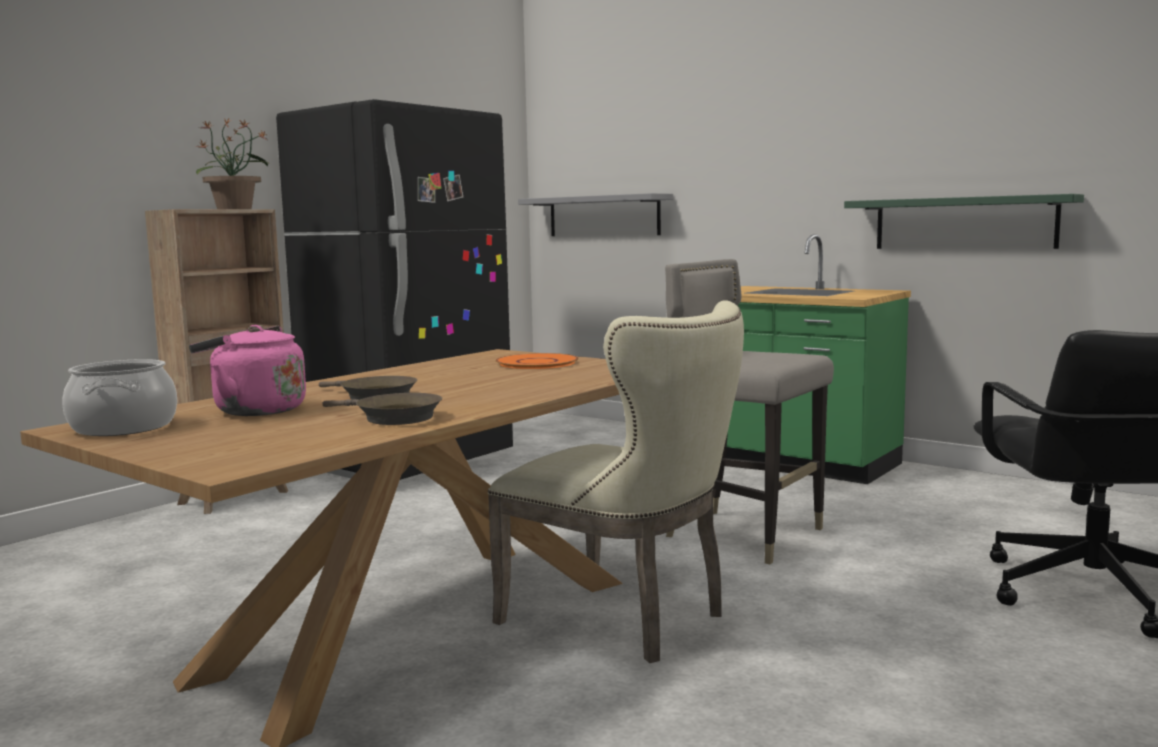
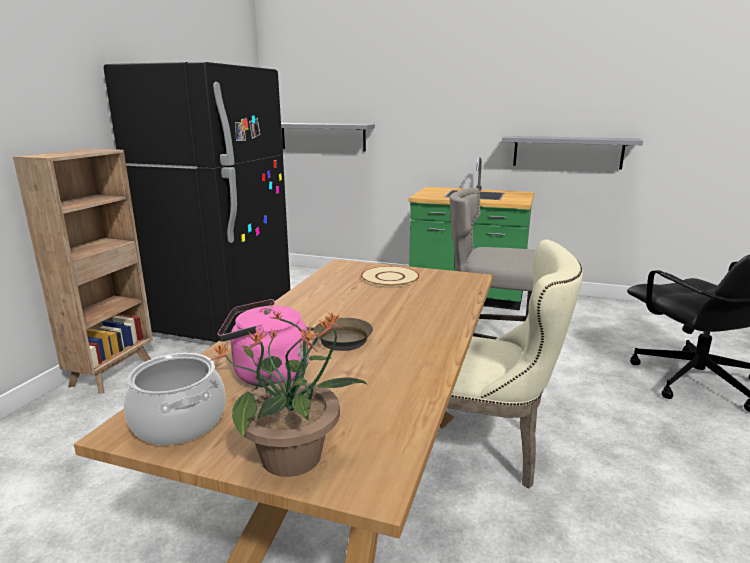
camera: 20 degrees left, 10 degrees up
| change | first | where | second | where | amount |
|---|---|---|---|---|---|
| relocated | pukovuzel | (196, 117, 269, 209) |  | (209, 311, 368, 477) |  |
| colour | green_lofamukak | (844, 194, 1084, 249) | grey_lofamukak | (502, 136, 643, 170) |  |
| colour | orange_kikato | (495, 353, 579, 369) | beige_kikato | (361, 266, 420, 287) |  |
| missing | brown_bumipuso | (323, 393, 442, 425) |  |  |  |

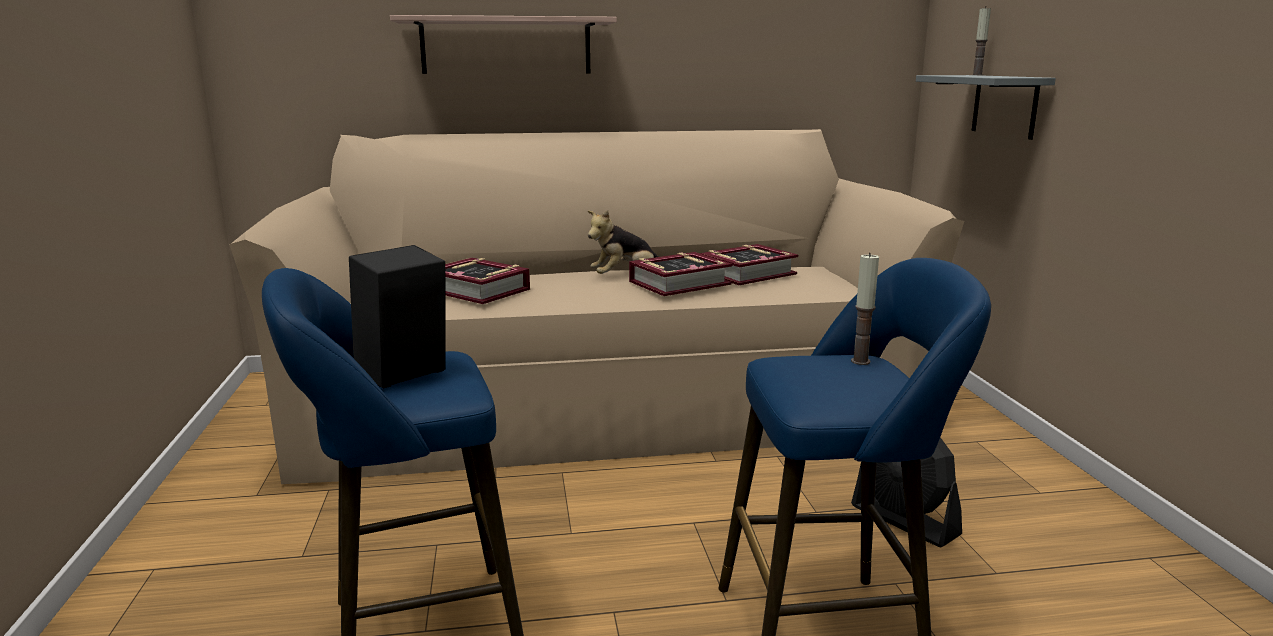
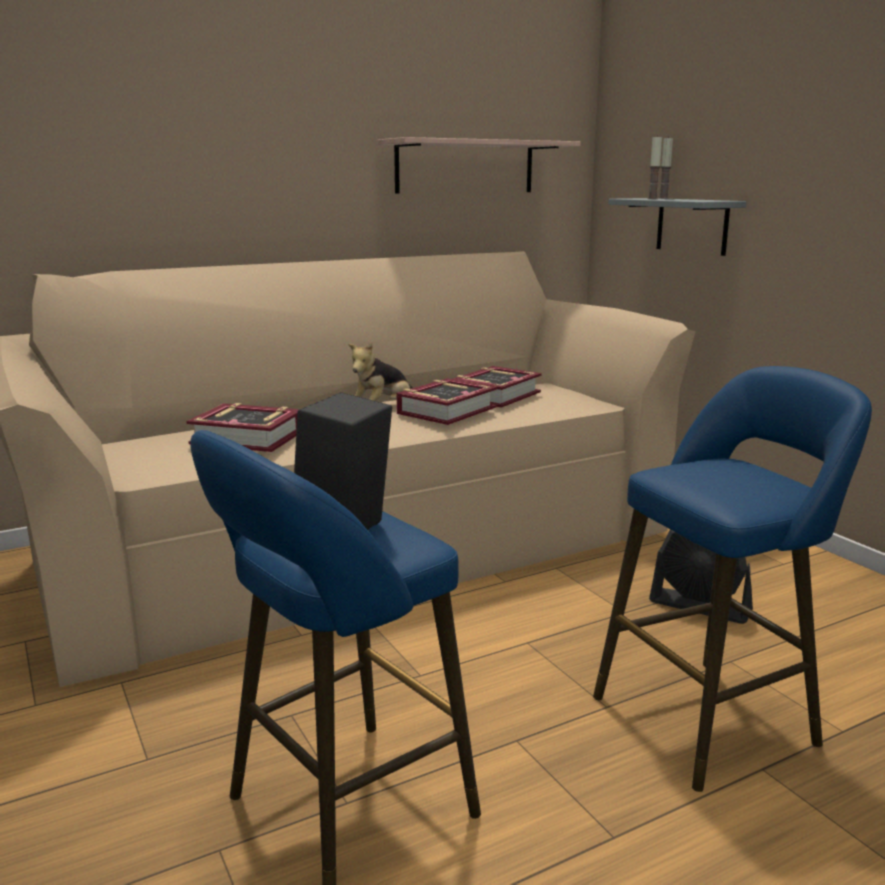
camera: 20 degrees left, 0 degrees up
| change | first | where | second | where | amount |
|---|---|---|---|---|---|
| relocated | lofamukak | (390, 15, 617, 74) |  | (377, 137, 581, 194) |  |
| relocated | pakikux | (851, 253, 879, 365) |  | (648, 135, 662, 199) |  |

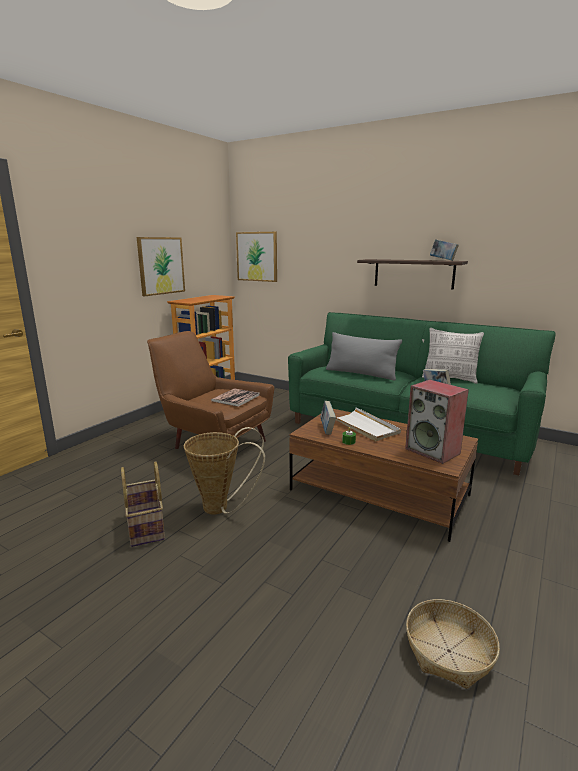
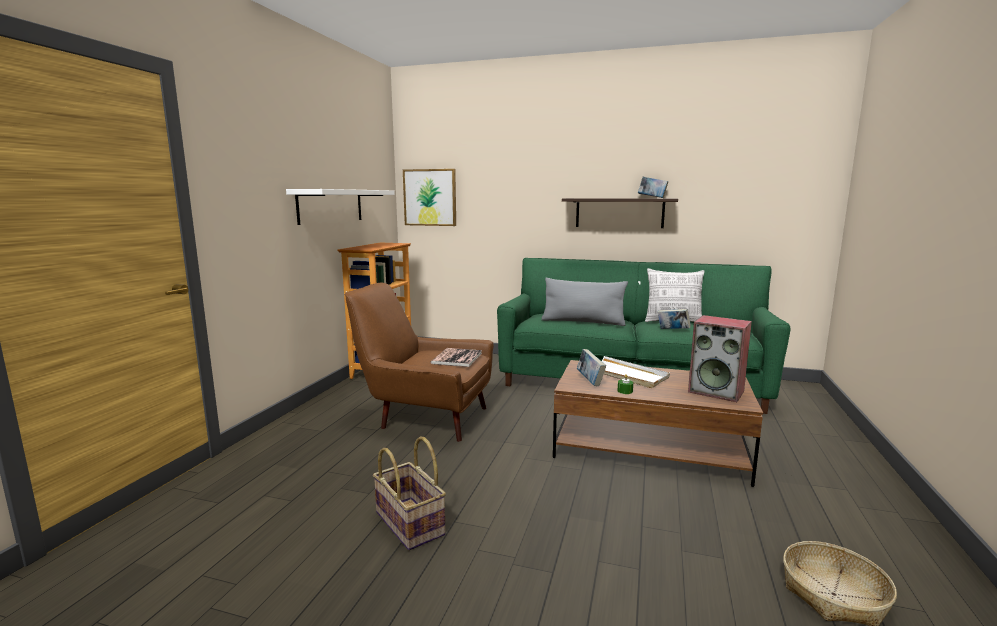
camera: 15 degrees left, 5 degrees down
| change | first | where | second | where | amount |
|---|---|---|---|---|---|
| exchanged | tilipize | (137, 237, 185, 296) | white_lofamukak | (286, 189, 395, 225) |  |
| missing | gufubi | (184, 427, 265, 515) |  |  |  |

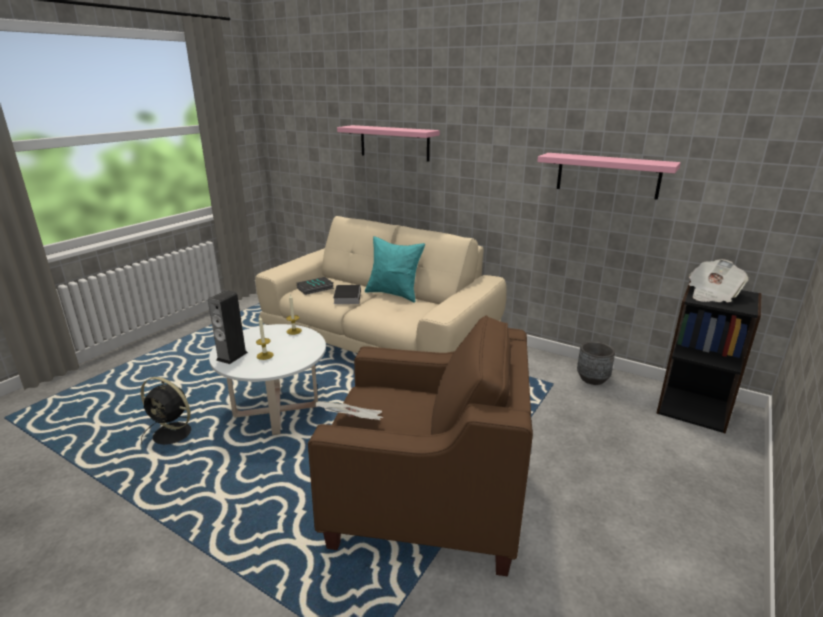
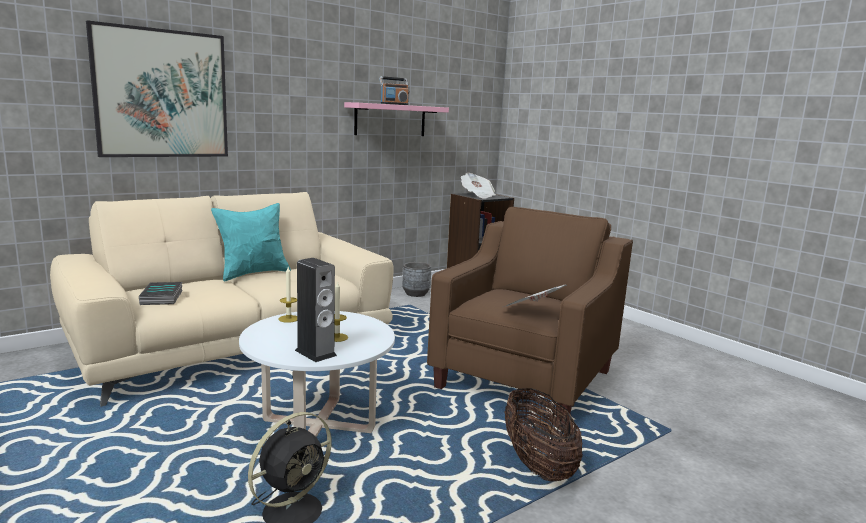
camera: 70 degrees left, 10 degrees down
| change | first | where | second | where | amount |
|---|---|---|---|---|---|
| exchanged | pink_lofamukak | (337, 125, 440, 162) | tilipize | (86, 20, 228, 157) |  |
| missing | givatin | (333, 285, 361, 304) |  |  |  |
| appeared |  |  | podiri | (379, 76, 409, 105) |  |
| appeared |  |  | gufubi | (504, 388, 583, 481) |  |

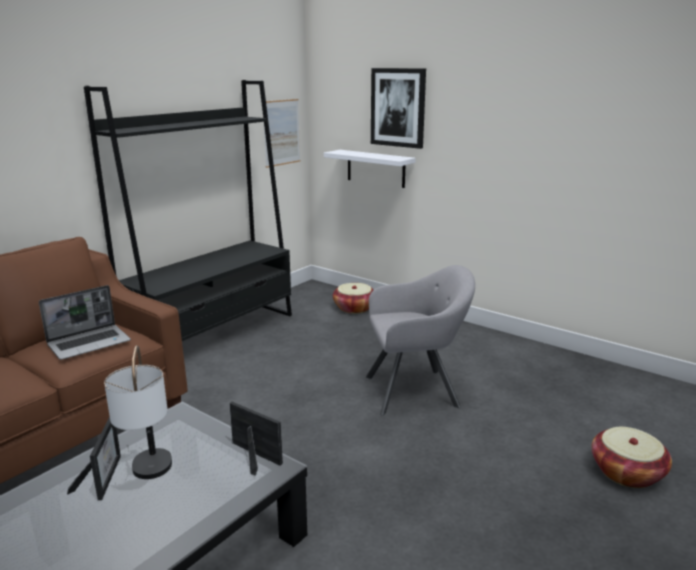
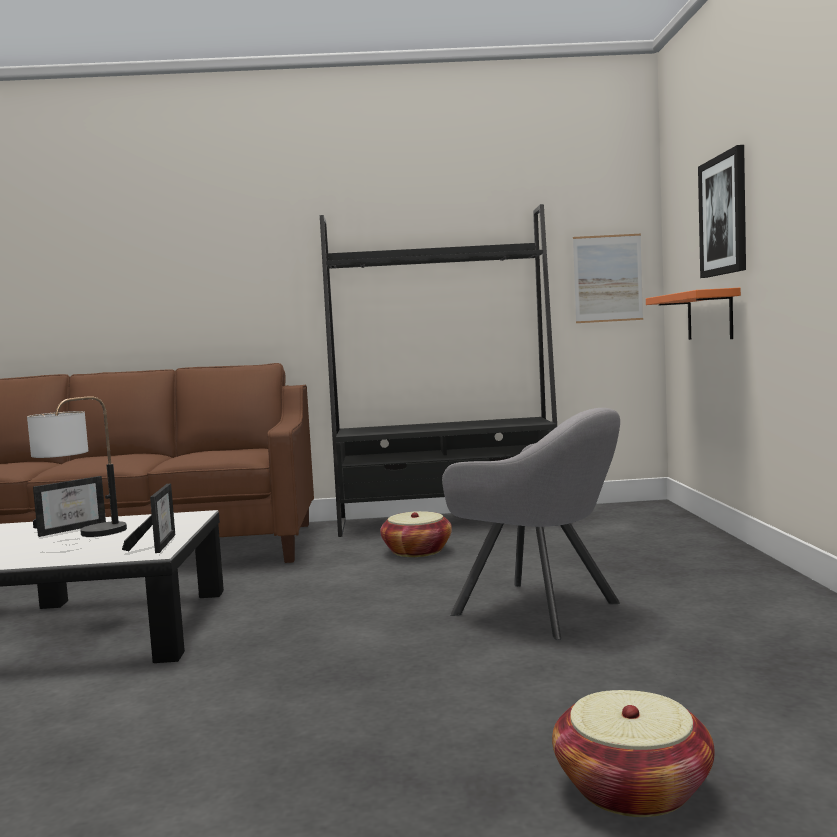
camera: 50 degrees right, 15 degrees down
| change | first | where | second | where | amount |
|---|---|---|---|---|---|
| colour | white_lofamukak | (324, 150, 416, 188) | orange_lofamukak | (646, 288, 741, 340) |  |
| relocated | gufubi | (333, 283, 374, 314) |  | (380, 511, 452, 557) |  |
| missing | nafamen | (39, 285, 131, 360) |  |  |  |

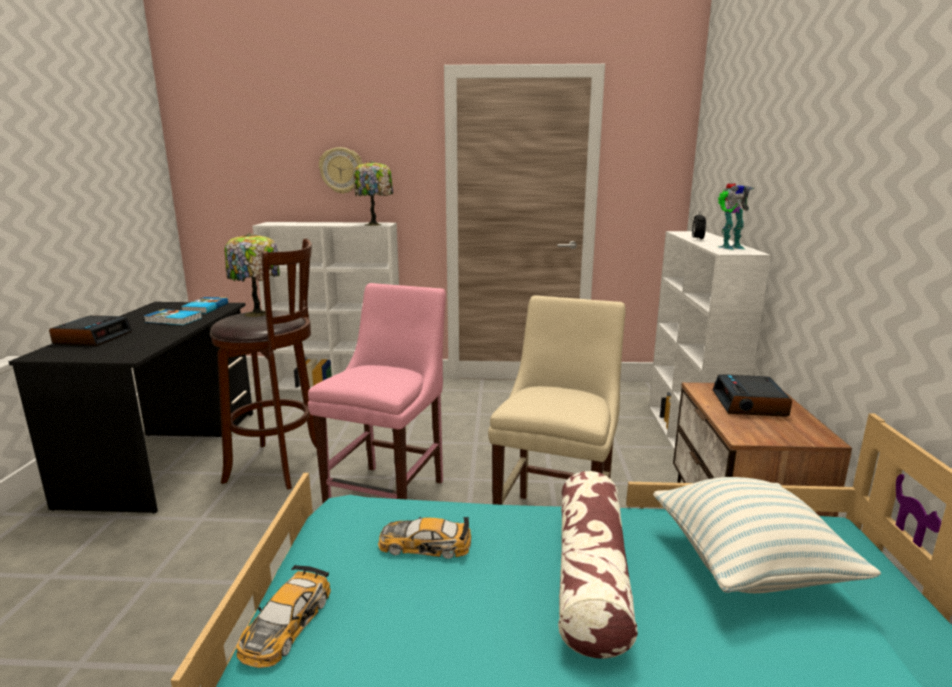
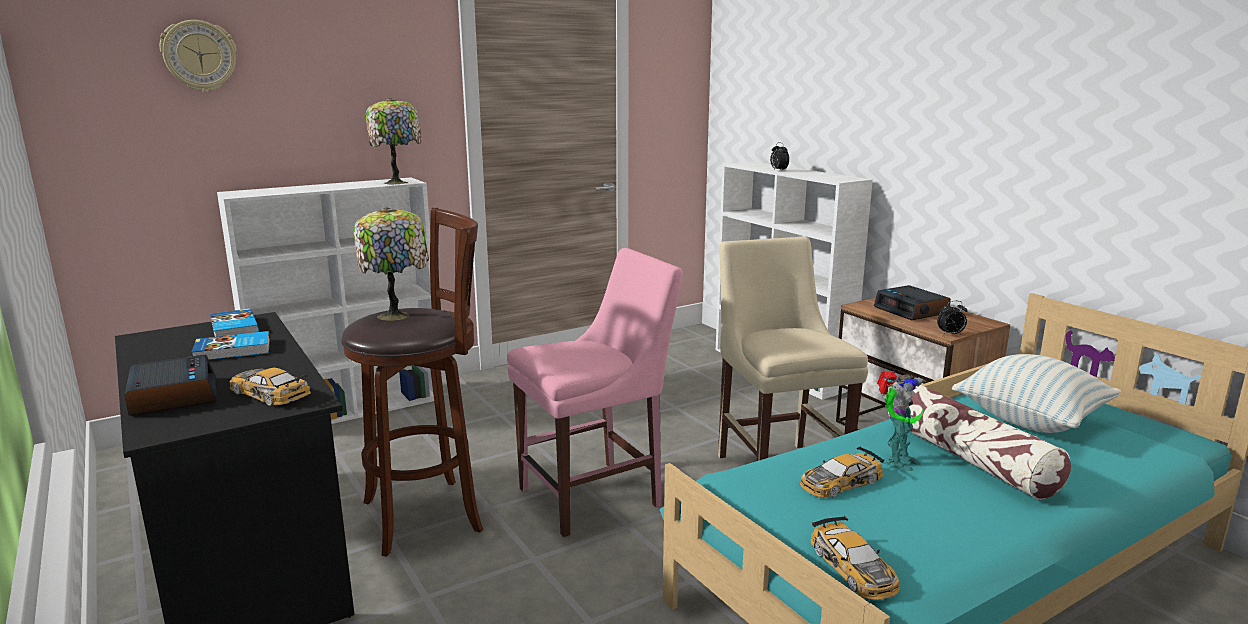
camera: 35 degrees left, 0 degrees up
| change | first | where | second | where | amount |
|---|---|---|---|---|---|
| relocated | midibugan | (319, 147, 363, 194) |  | (160, 20, 237, 92) |  |
| relocated | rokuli | (718, 183, 754, 250) |  | (877, 371, 924, 471) |  |
| spun | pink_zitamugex | (308, 283, 446, 503) |  | (507, 248, 683, 537) | 75 degrees clockwise |
| appeared |  |  | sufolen | (937, 301, 968, 335) |  |
| appeared |  |  | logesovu | (230, 368, 311, 406) |  |

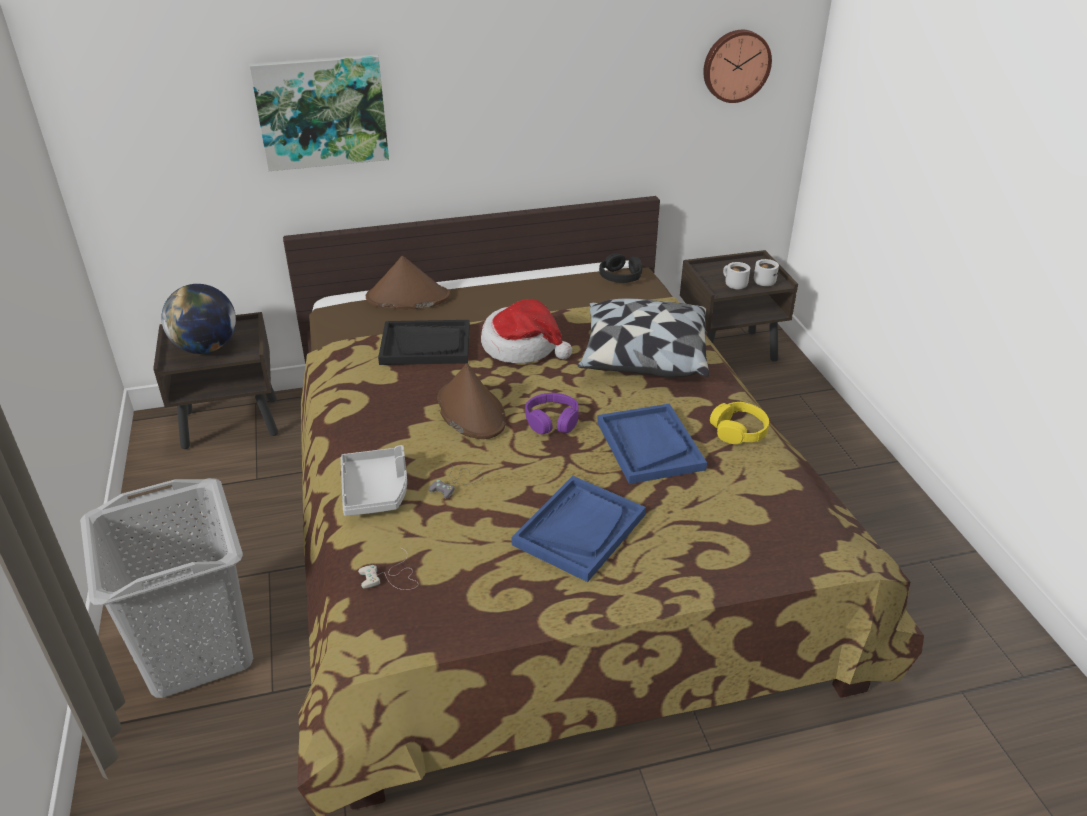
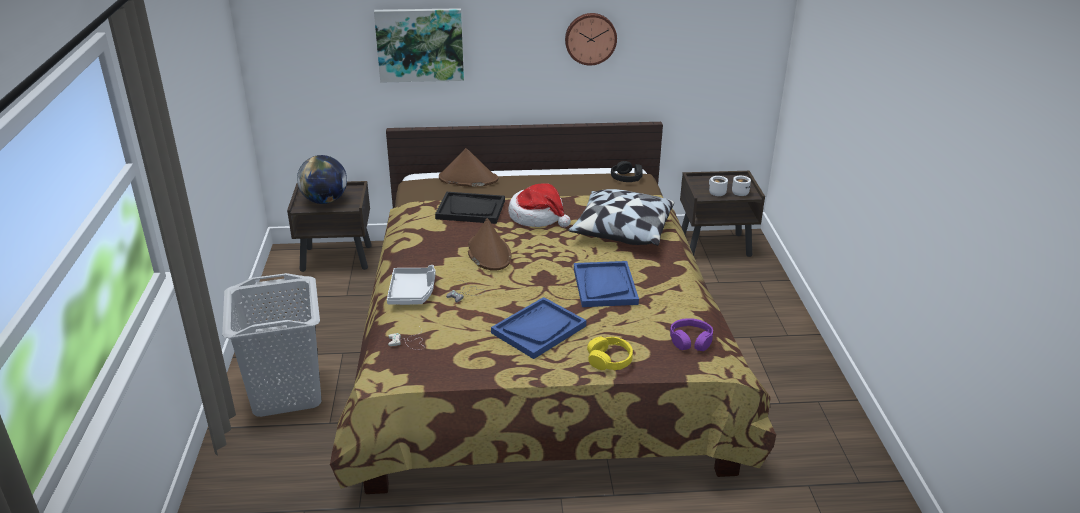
camera: 10 degrees right, 5 degrees down
| change | first | where | second | where | amount |
|---|---|---|---|---|---|
| relocated | midibugan | (703, 30, 772, 103) |  | (565, 13, 617, 66) |  |
| relocated | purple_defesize | (525, 393, 579, 434) |  | (670, 318, 713, 351) |  |
| relocated | yellow_defesize | (710, 402, 769, 444) |  | (587, 336, 633, 370) |  |

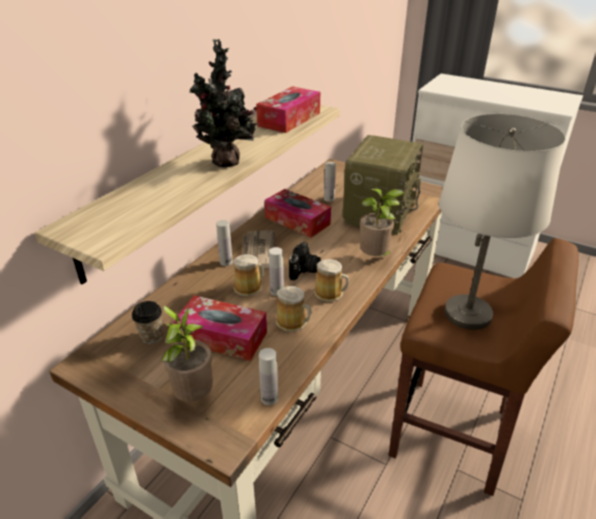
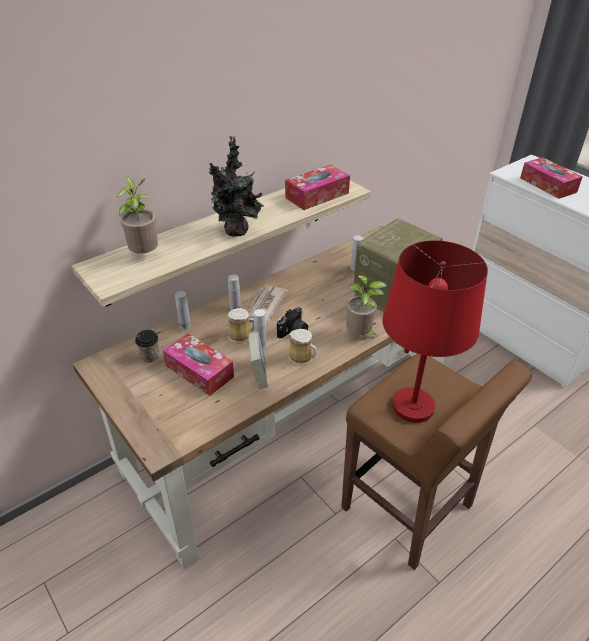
camera: 20 degrees right, 5 degrees up
| change | first | where | second | where | amount |
|---|---|---|---|---|---|
| colour | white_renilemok | (439, 114, 566, 330) | red_renilemok | (383, 240, 488, 423) |  |
| relocated | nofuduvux | (265, 189, 331, 238) |  | (520, 157, 583, 199) |  |
| exchanged | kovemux | (276, 286, 312, 332) | givatin | (248, 332, 268, 389) |  |
| relocated | pukovuzel | (161, 305, 213, 402) |  | (117, 177, 158, 253) |  |
| relocated | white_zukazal | (259, 348, 278, 405) |  | (175, 291, 191, 330) |  |

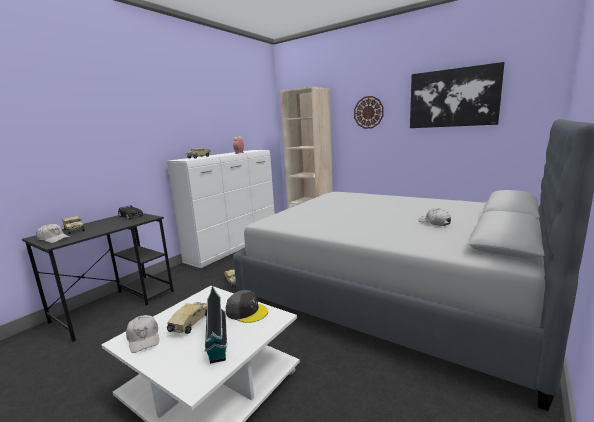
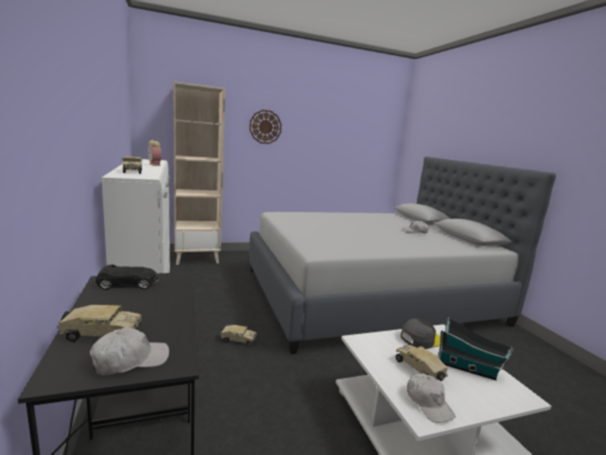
camera: 55 degrees left, 0 degrees up
| change | first | where | second | where | amount |
|---|---|---|---|---|---|
| missing | tilipize | (410, 62, 505, 128) |  |  |  |
| spun | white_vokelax | (126, 315, 159, 353) |  | (407, 374, 456, 423) | 60 degrees clockwise |

